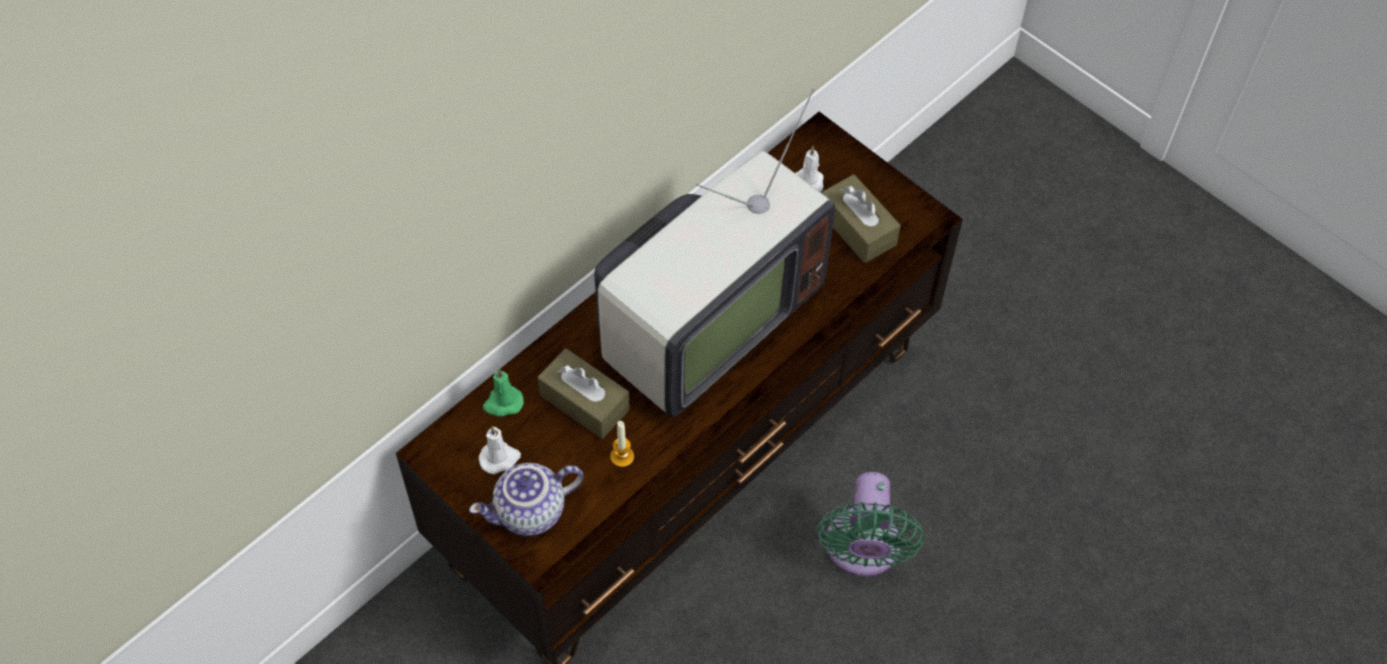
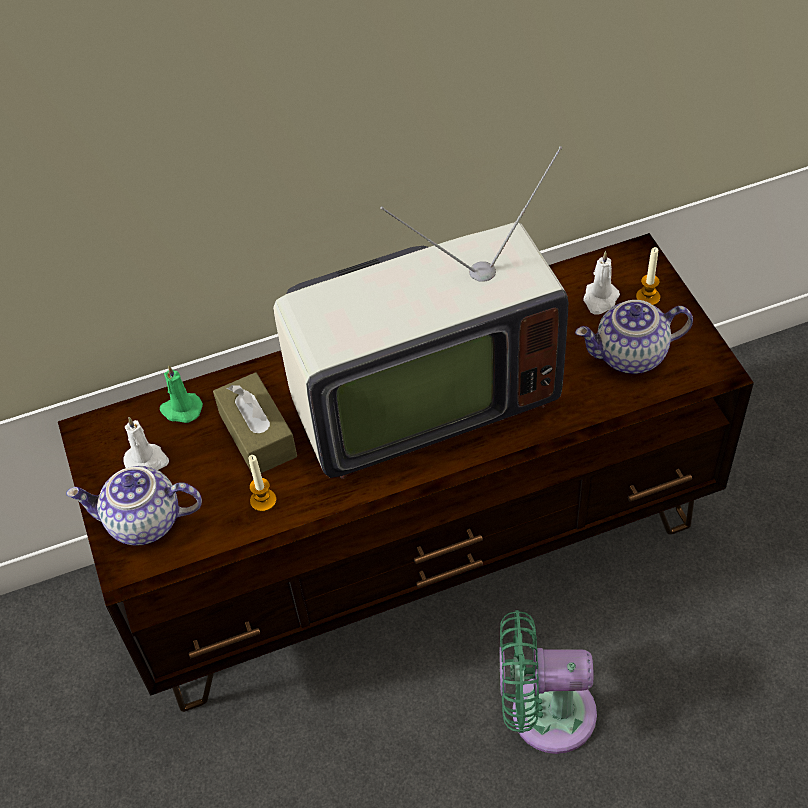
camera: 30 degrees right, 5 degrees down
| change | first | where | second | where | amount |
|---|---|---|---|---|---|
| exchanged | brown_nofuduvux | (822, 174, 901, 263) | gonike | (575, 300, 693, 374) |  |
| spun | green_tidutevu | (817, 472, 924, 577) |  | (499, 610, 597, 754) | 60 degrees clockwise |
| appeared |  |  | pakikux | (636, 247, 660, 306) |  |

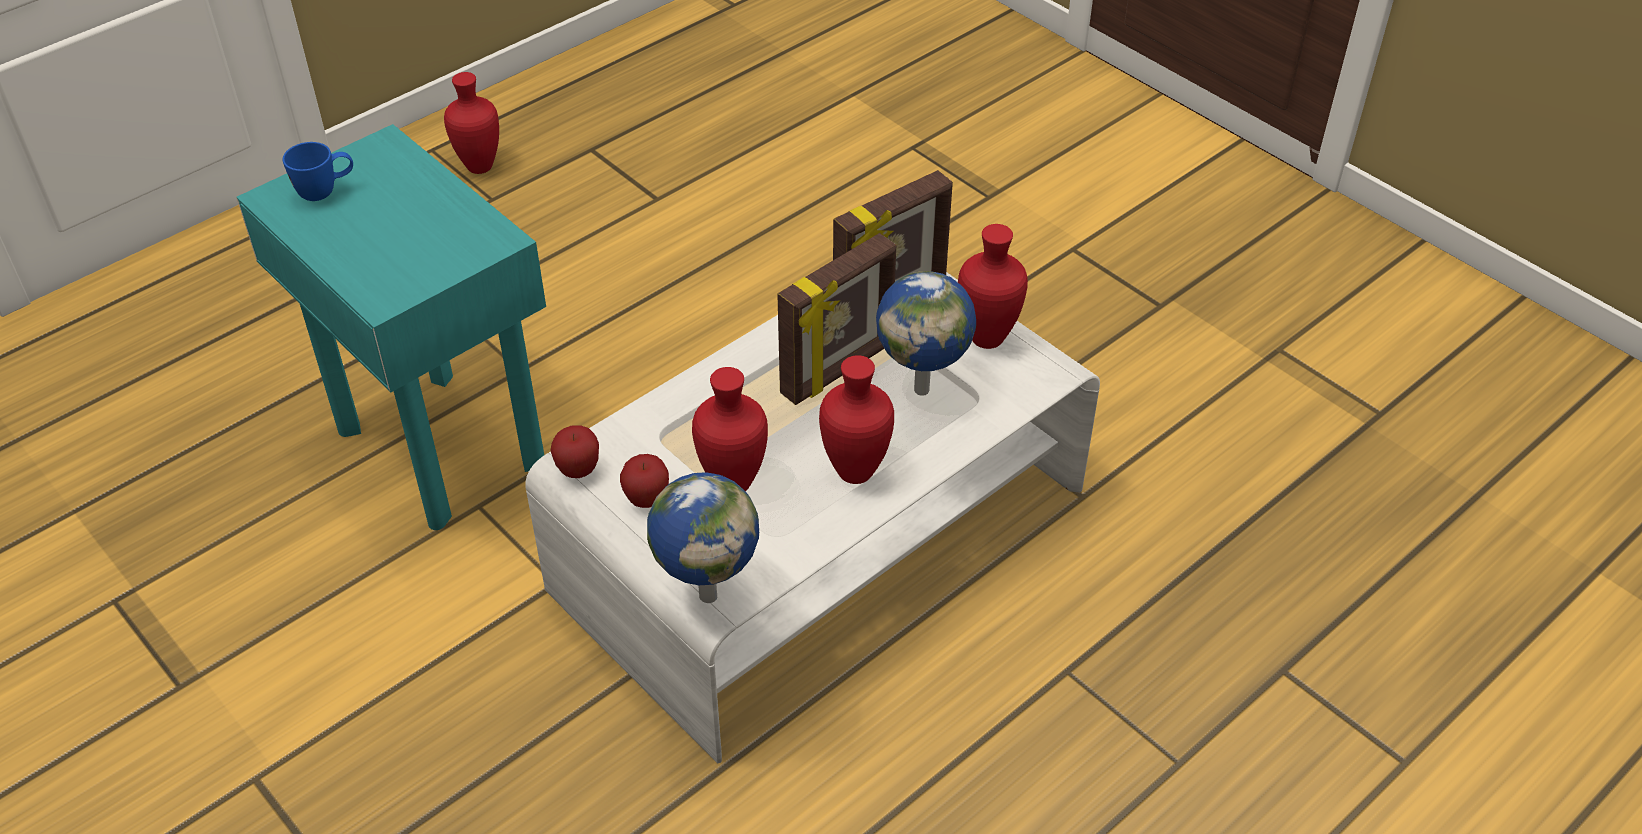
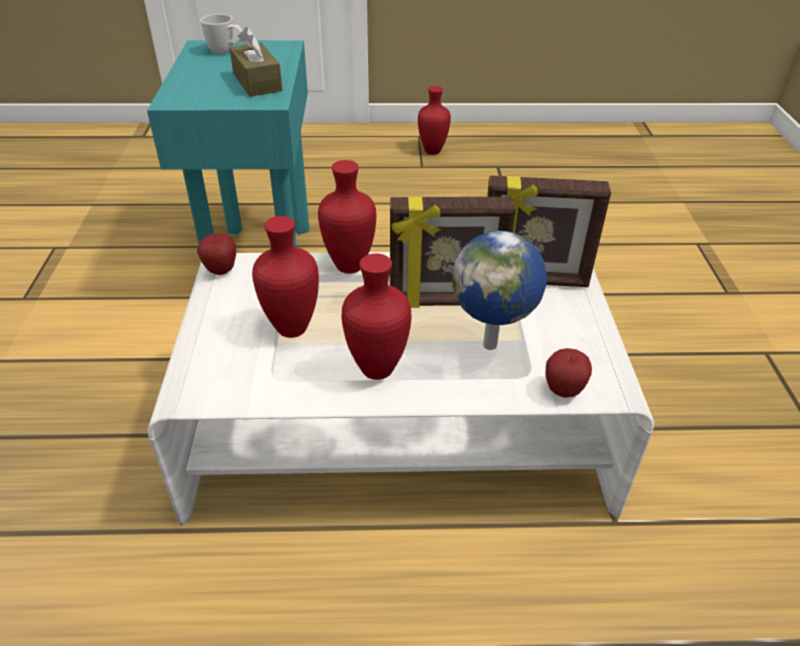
camera: 40 degrees right, 5 degrees down
| change | first | where | second | where | amount |
|---|---|---|---|---|---|
| colour | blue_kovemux | (283, 142, 353, 201) | white_kovemux | (200, 14, 243, 54) |  |
| relocated | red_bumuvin | (958, 224, 1028, 349) |  | (318, 160, 376, 274) |  |
| relocated | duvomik | (620, 454, 669, 508) |  | (545, 348, 592, 397) |  |
| missing | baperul | (647, 472, 759, 603) |  |  |  |
| appeared |  |  | brown_nofuduvux | (230, 27, 282, 96) |  |

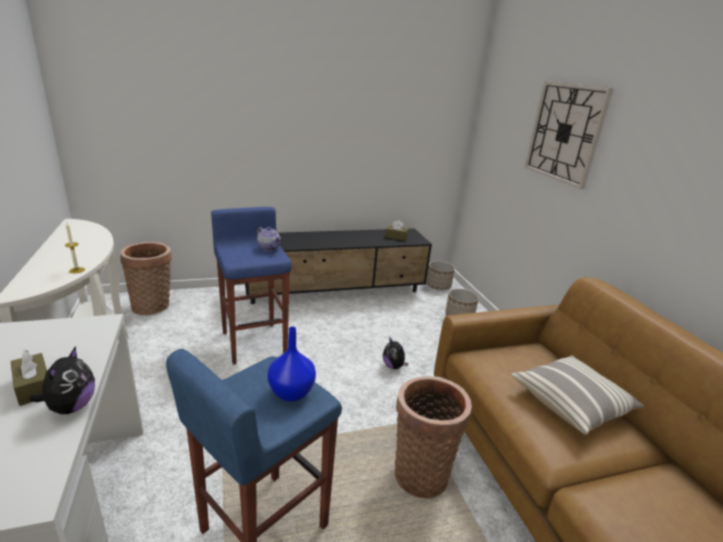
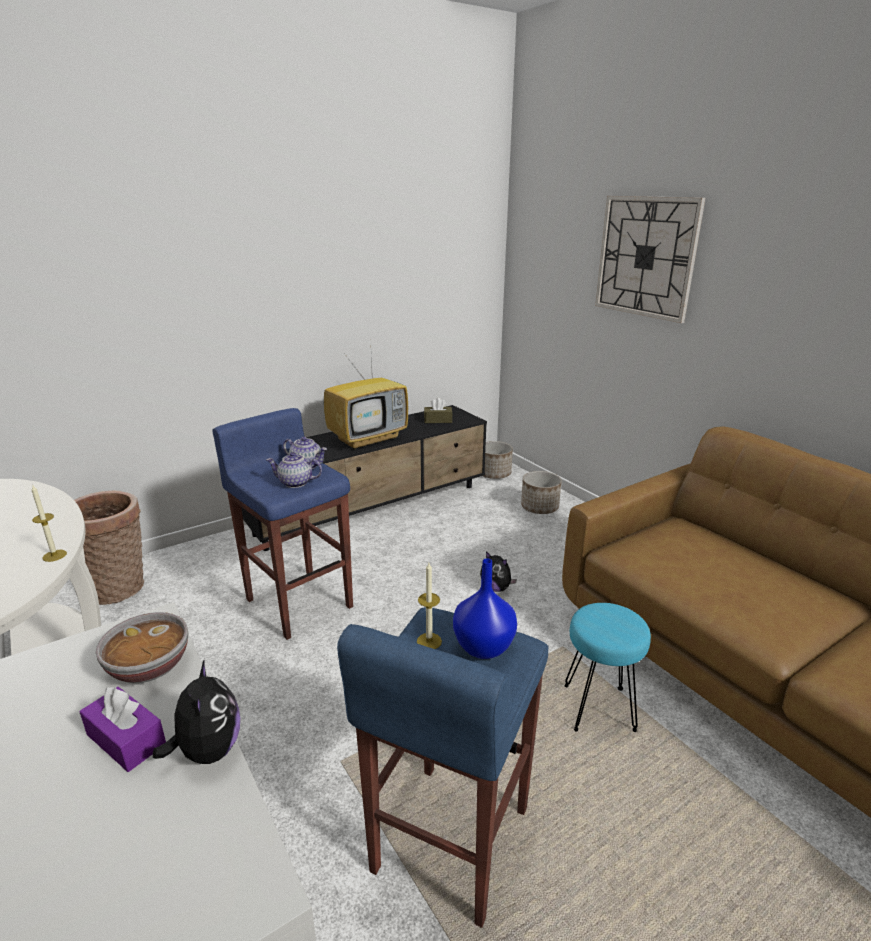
camera: 15 degrees left, 0 degrees up
| change | first | where | second | where | amount |
|---|---|---|---|---|---|
| colour | brown_nofuduvux | (10, 350, 47, 406) | purple_nofuduvux | (79, 687, 166, 772) |  |
| missing | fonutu | (511, 355, 644, 435) |  |  |  |
| exchanged | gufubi | (395, 376, 472, 499) | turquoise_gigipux | (565, 603, 651, 732) |  |
| appeared |  |  | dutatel | (324, 355, 408, 450) |  |
| appeared |  |  | gonike | (266, 452, 322, 488) |  |
| appeared |  |  | pakikux | (417, 563, 442, 649) |  |
| appeared |  |  | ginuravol | (96, 612, 188, 683) |  |

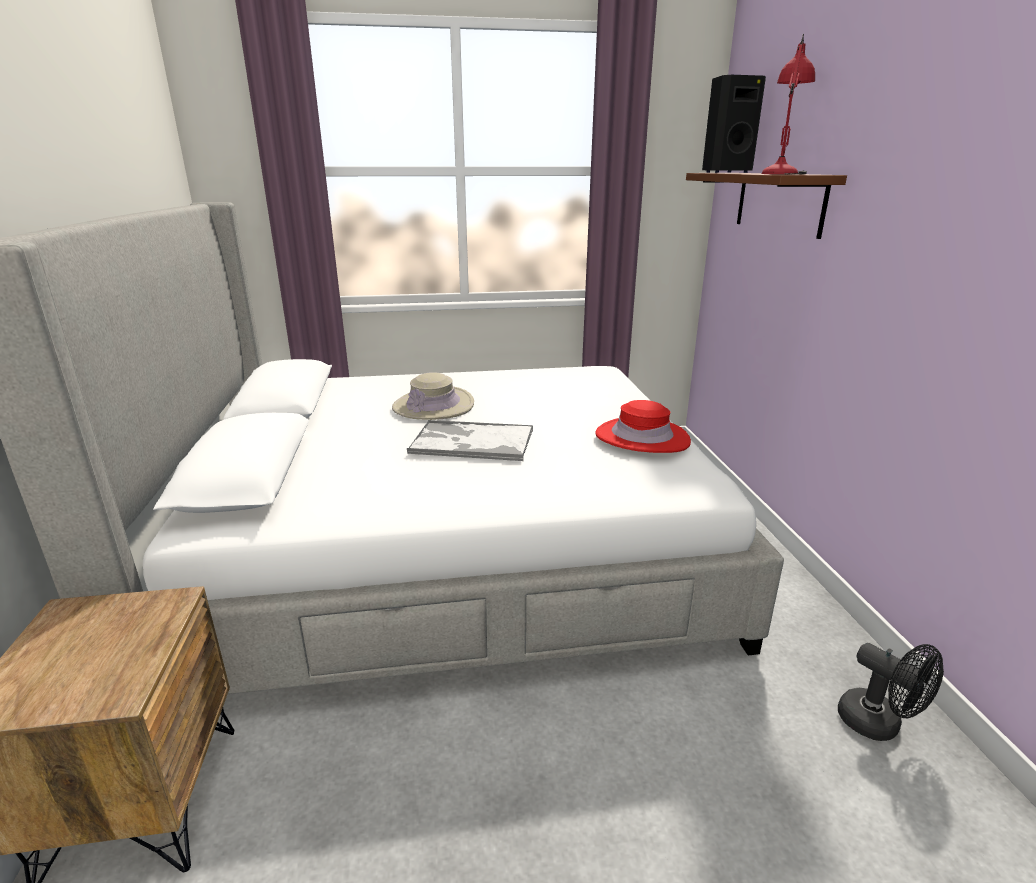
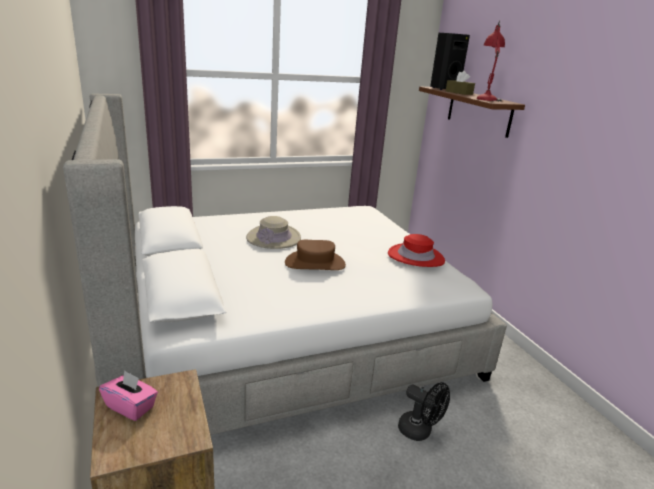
camera: 15 degrees left, 0 degrees up
| change | first | where | second | where | amount |
|---|---|---|---|---|---|
| exchanged | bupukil | (407, 420, 533, 461) | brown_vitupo | (285, 240, 346, 270) |  |
| relocated | black_tidutevu | (838, 643, 944, 741) |  | (398, 382, 450, 441) |  |
| appeared |  |  | brown_nofuduvux | (446, 71, 475, 95) |  |
| appeared |  |  | pink_nofuduvux | (99, 370, 158, 421) |  |

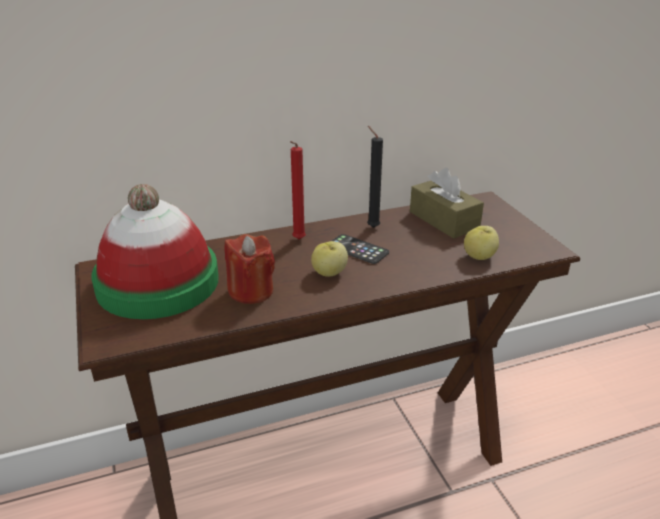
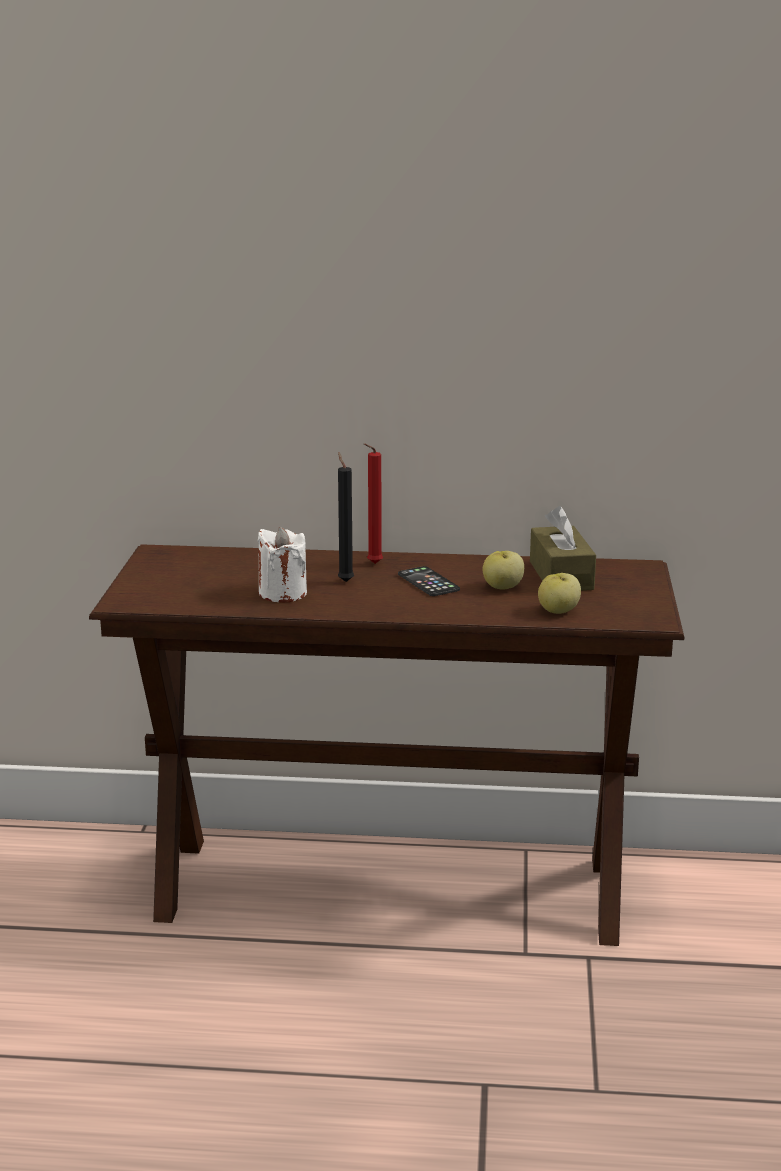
camera: 25 degrees right, 10 degrees down
| change | first | where | second | where | amount |
|---|---|---|---|---|---|
| relocated | black_pakikux | (367, 126, 383, 228) |  | (338, 452, 354, 582) |  |
| missing | vitupo | (92, 184, 219, 319) |  |  |  |
| colour | red_pakikux | (225, 234, 275, 304) | white_pakikux | (258, 527, 307, 602) |  |
| relocated | duvomik | (311, 241, 348, 277) |  | (482, 551, 524, 589) |  |

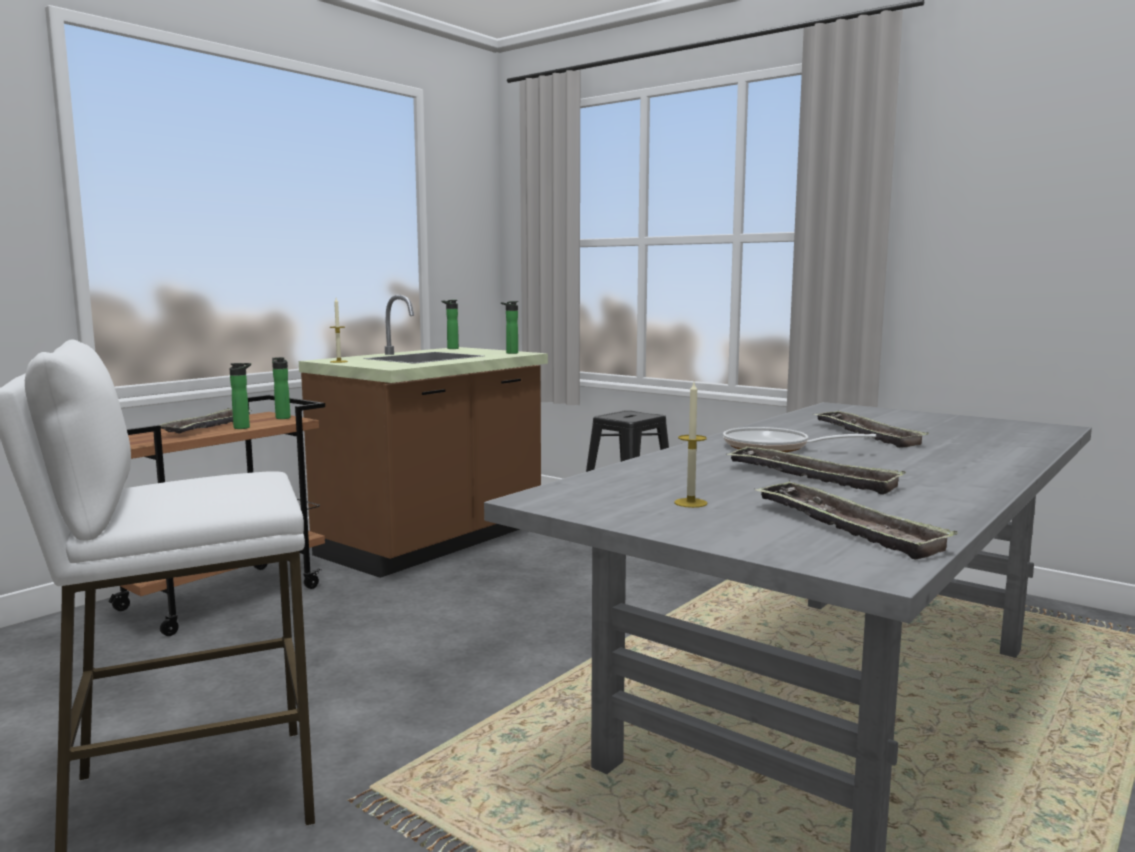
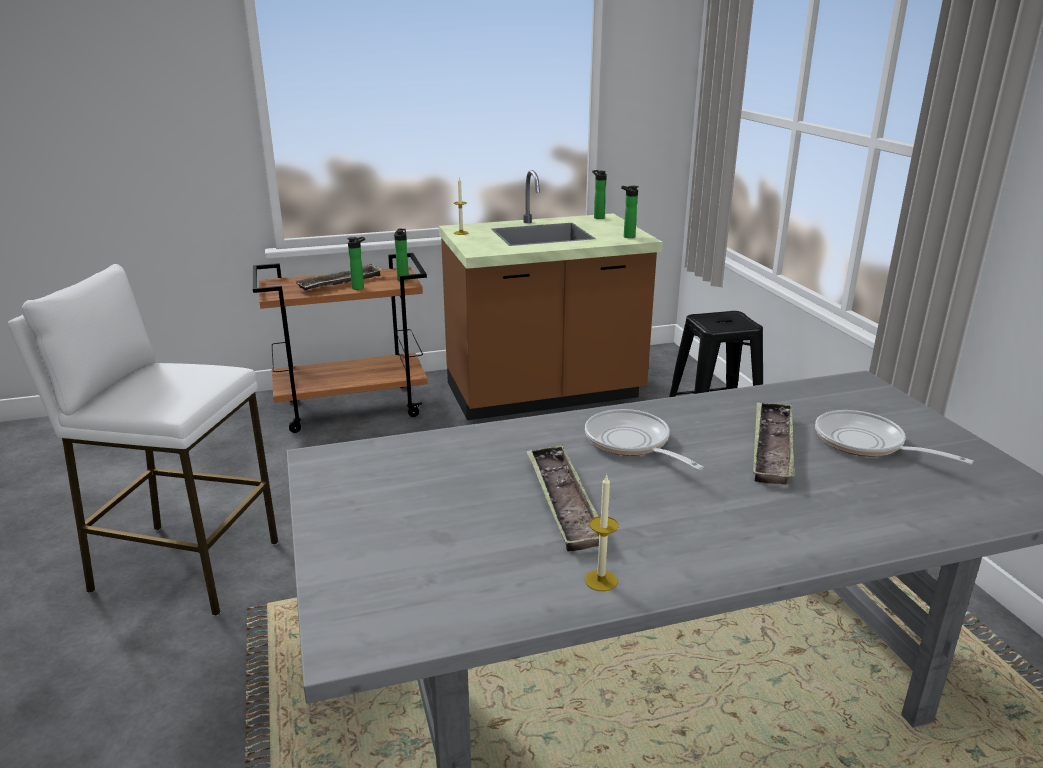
camera: 35 degrees right, 15 degrees up
| change | first | where | second | where | amount |
|---|---|---|---|---|---|
| relocated | pakikux | (674, 382, 707, 508) |  | (585, 474, 619, 591) |  |
| missing | bupukil | (754, 480, 958, 560) |  |  |  |
| appeared |  |  | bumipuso | (815, 410, 973, 465) |  |

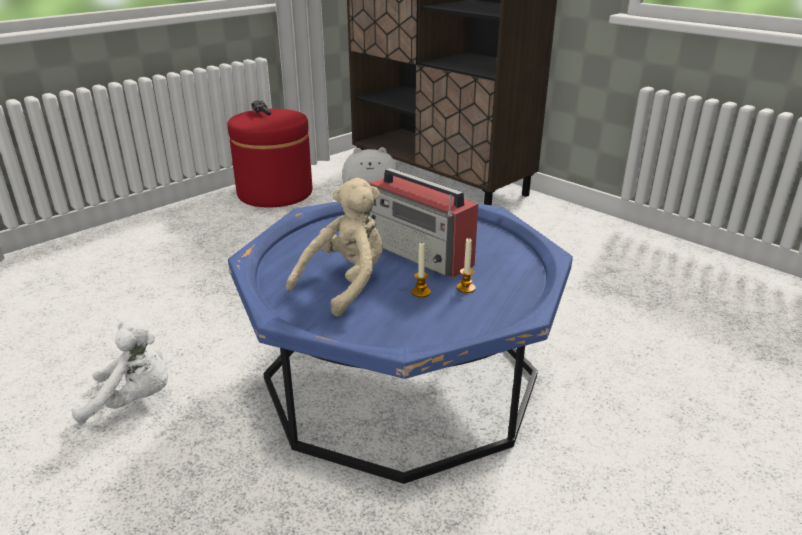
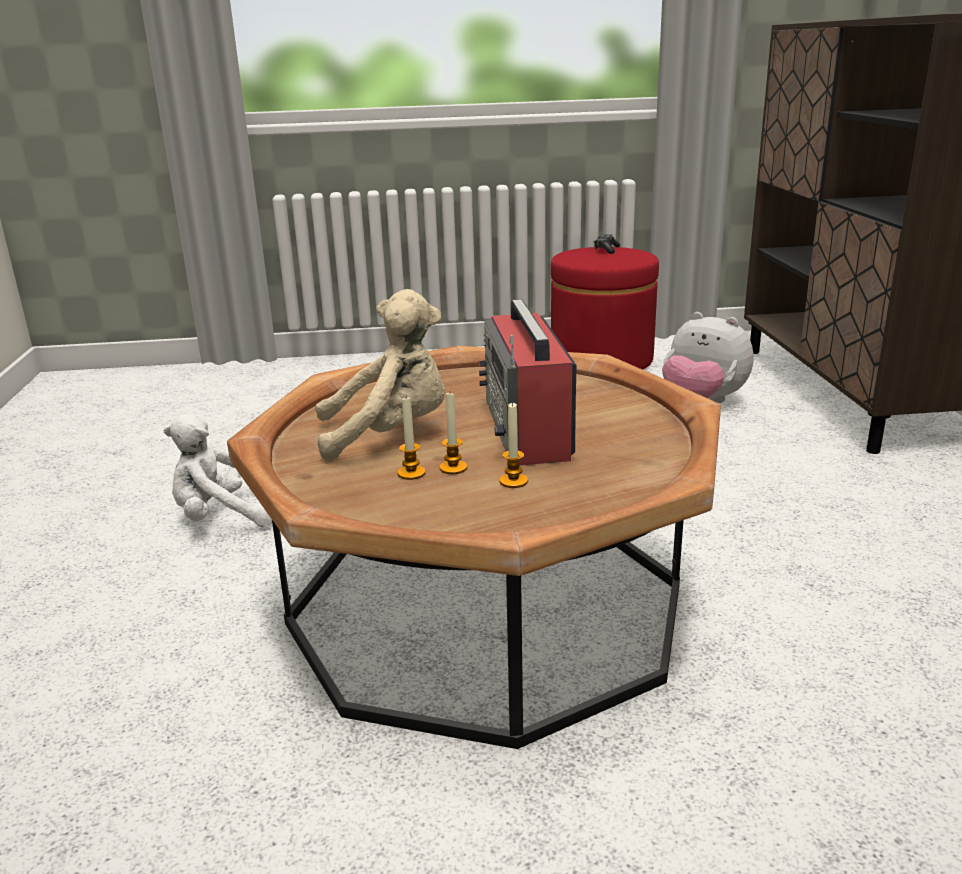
camera: 40 degrees right, 5 degrees down
| change | first | where | second | where | amount |
|---|---|---|---|---|---|
| colour | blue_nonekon | (228, 202, 573, 484) | brown_nonekon | (227, 346, 721, 749) |  |
| spun | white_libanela | (72, 319, 168, 424) |  | (164, 414, 272, 527) | 135 degrees clockwise |
| appeared |  |  | pakikux | (397, 397, 426, 480) |  |

